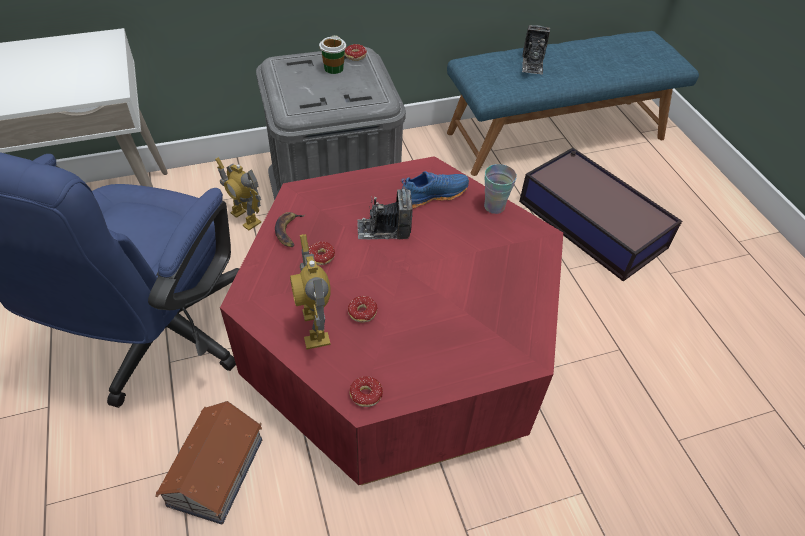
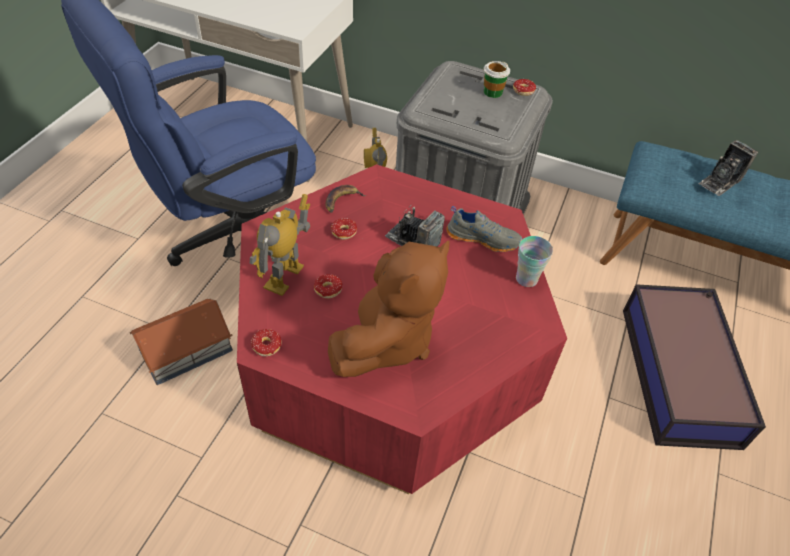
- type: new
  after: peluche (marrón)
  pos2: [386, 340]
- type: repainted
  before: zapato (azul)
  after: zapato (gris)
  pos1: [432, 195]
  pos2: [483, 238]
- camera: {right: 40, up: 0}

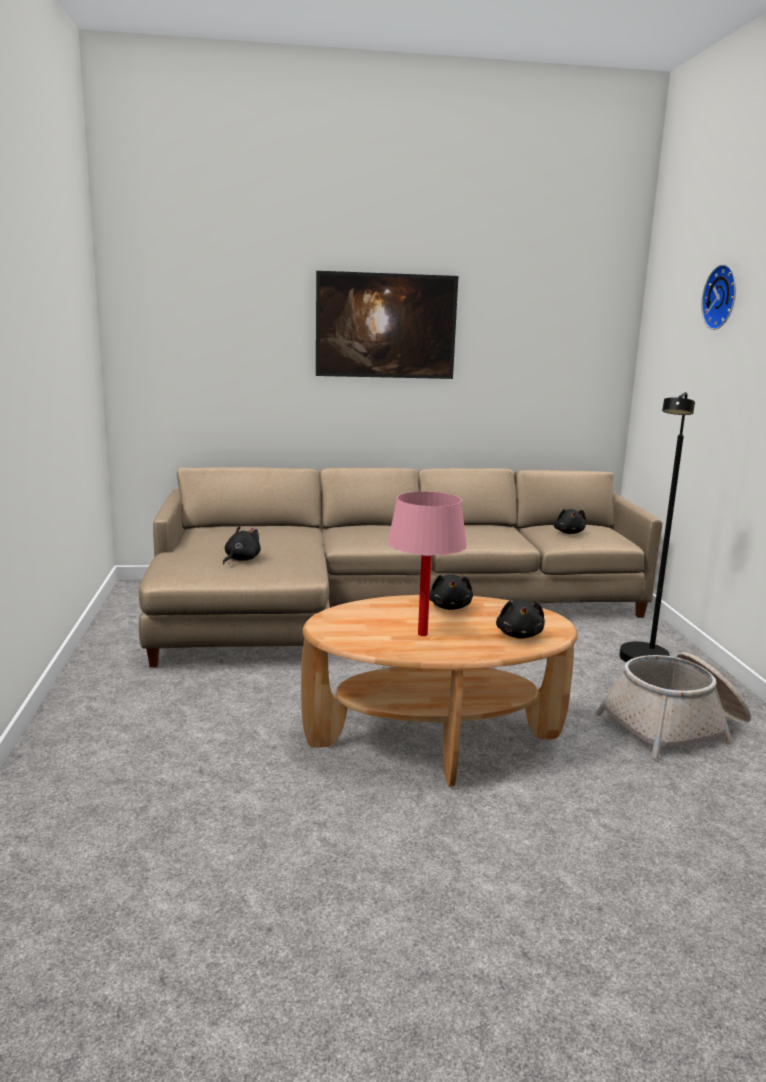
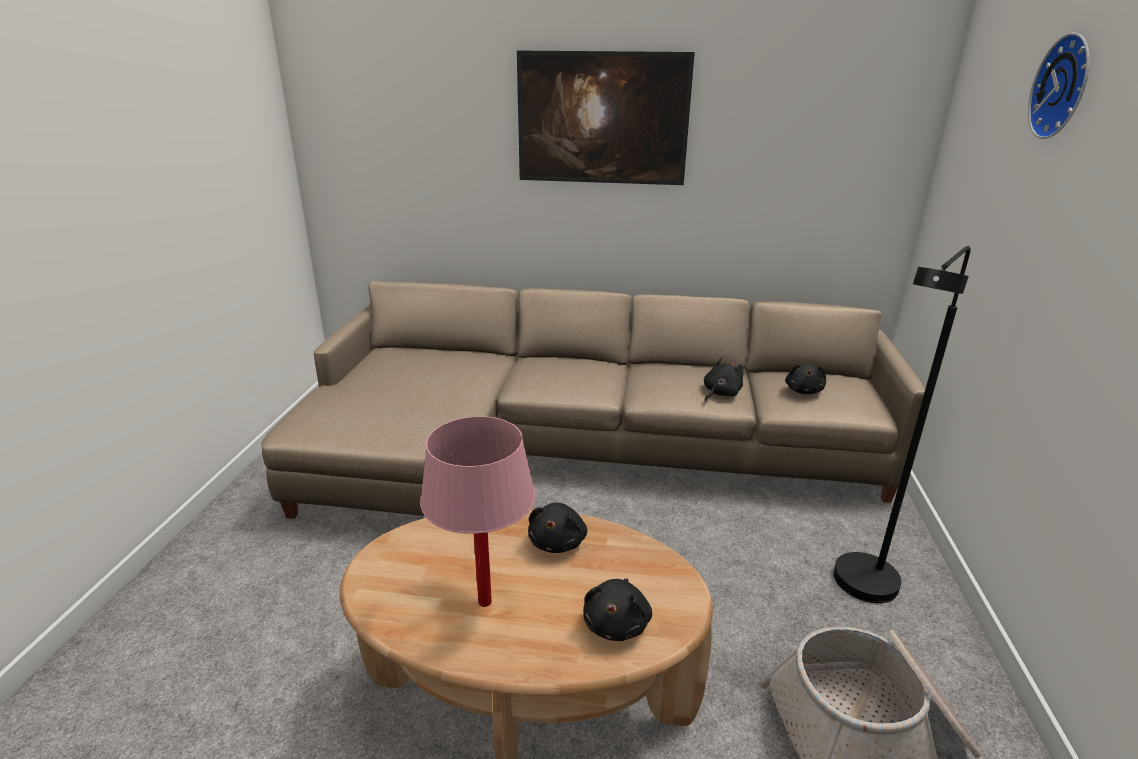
- type: shifted
  before: peluche (negro)
  pos1: [241, 559]
  pos2: [720, 393]
- camera: {right: 15, up: 10}

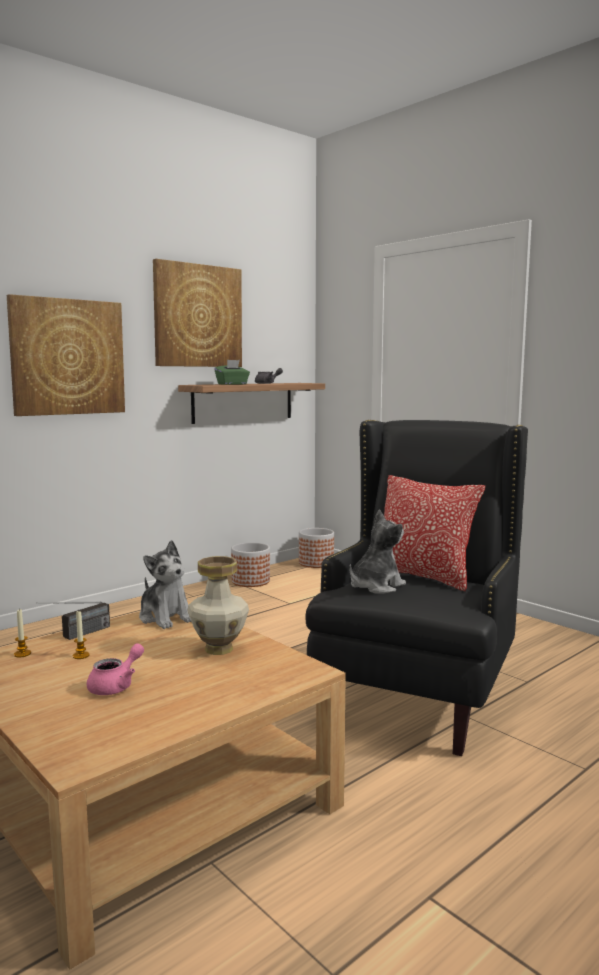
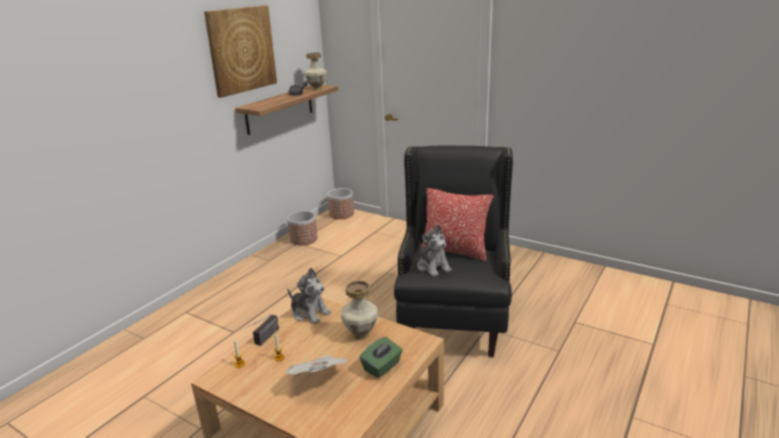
- type: swapped
  before: tetera (rosa)
  after: periódico
  pos1: [116, 686]
  pos2: [319, 378]
- type: new
  after: florero
  pos2: [316, 89]
- type: shifted
  before: caja de pañuelos (verde)
  pos1: [232, 384]
  pos2: [382, 367]
- type: rotated
  before: peluche
  pos1: [375, 586]
  pos2: [433, 267]
  turn: 120
- type: gone
  before: cuadro
  pos1: [68, 357]
- camera: {right: -15, up: 15}

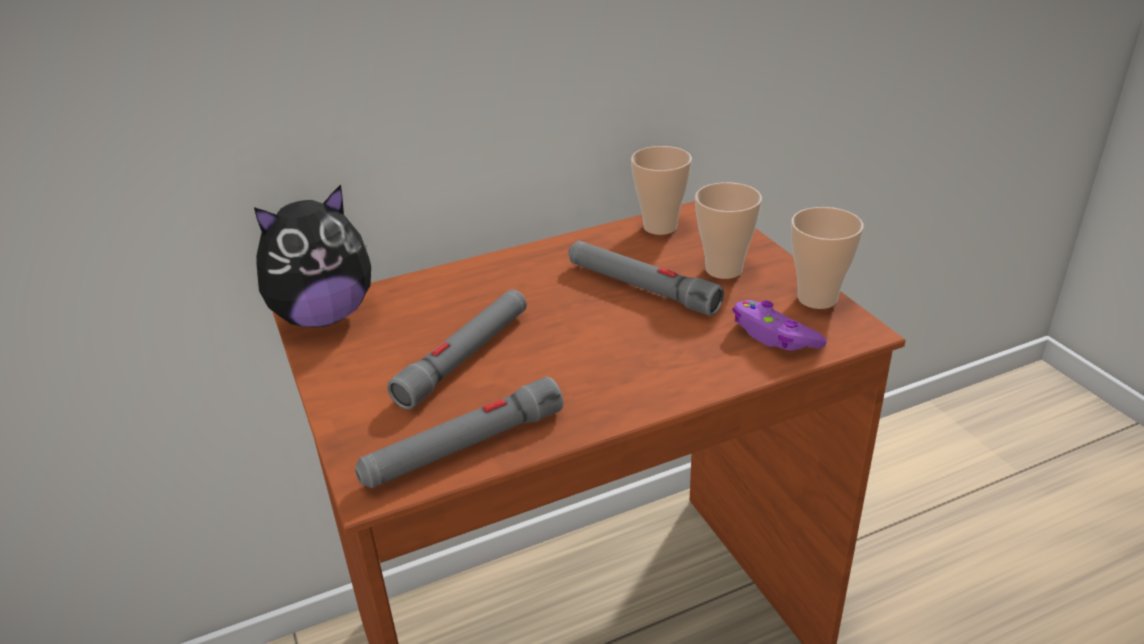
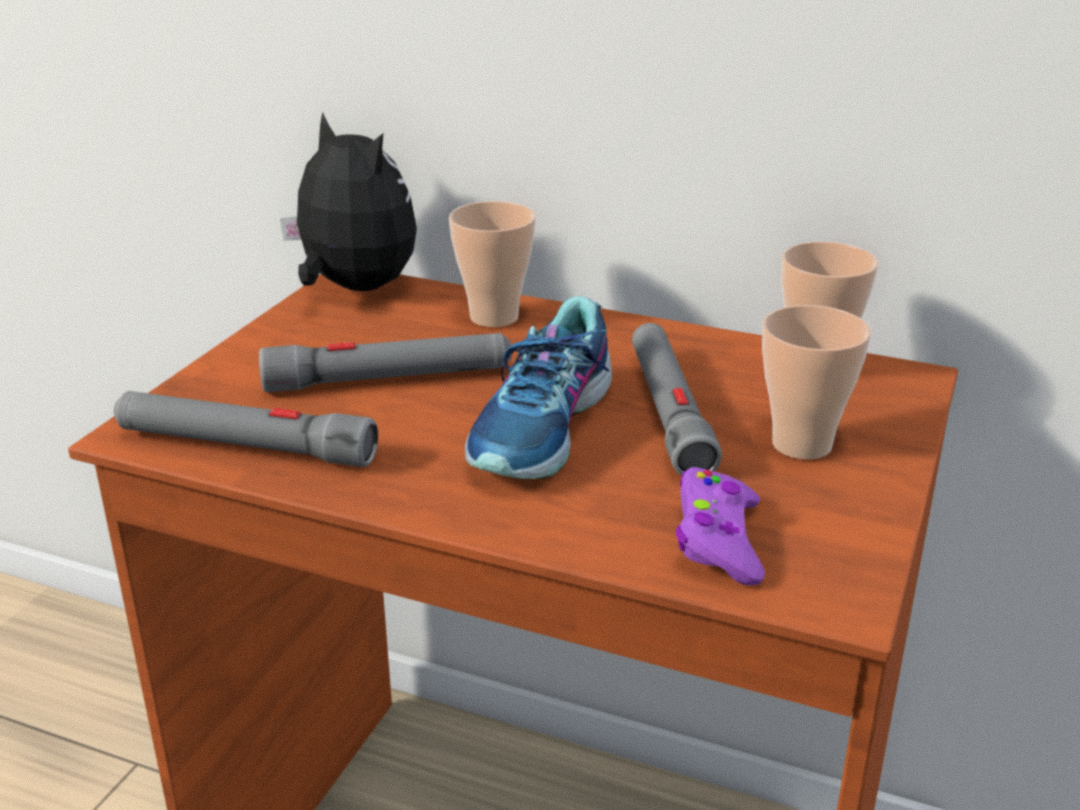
- type: rotated
  before: peluche
  pos1: [324, 316]
  pos2: [353, 288]
  turn: -150
- type: shifted
  before: taza
  pos1: [817, 299]
  pos2: [494, 317]
- type: new
  after: zapato
  pos2: [545, 428]
- camera: {right: 45, up: -5}

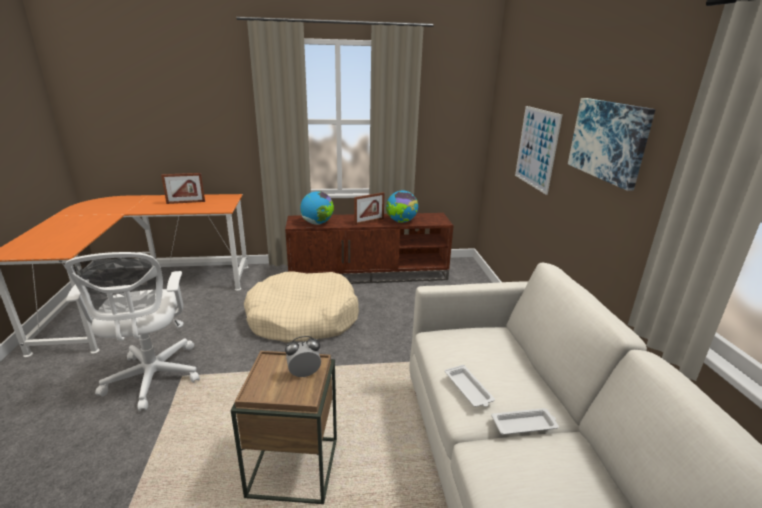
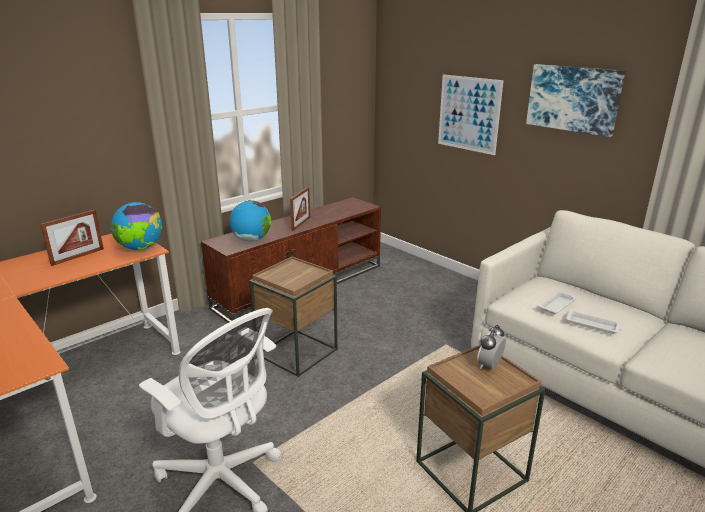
- type: shifted
  before: globo terráqueo
  pos1: [401, 222]
  pos2: [140, 248]
- type: swapped
  before: cama para perro (beis)
  after: mesa auxiliar (marrón)
  pos1: [303, 318]
  pos2: [296, 351]
- type: shifted
  before: bandeja (blanco)
  pos1: [525, 425]
  pos2: [557, 305]
- camera: {right: -35, up: 0}

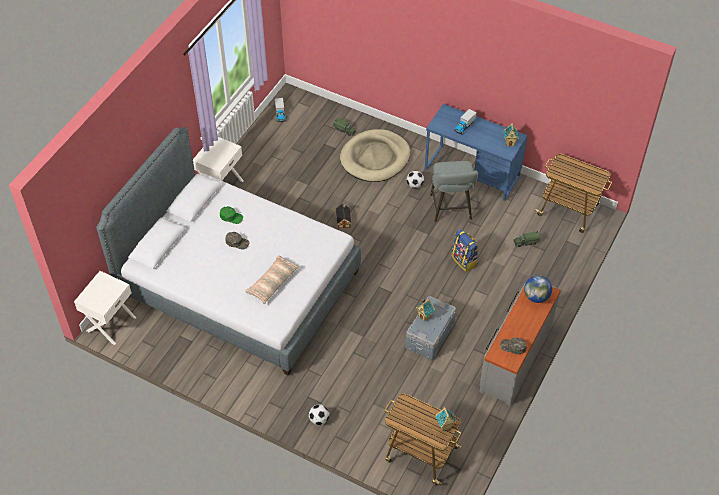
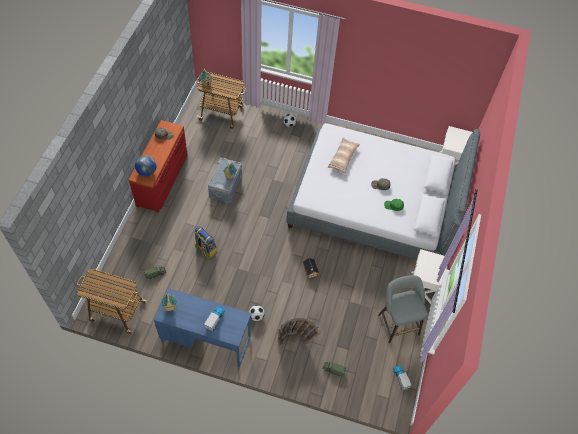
- type: repainted
  before: cómoda (gris)
  after: cómoda (rojo)
  pos1: [515, 357]
  pos2: [163, 179]
- type: swapped
  before: cama para perro (beis)
  after: cesta
  pos1: [375, 158]
  pos2: [297, 340]
- type: shifted
  before: taburete (gris)
  pos1: [451, 209]
  pos2: [397, 322]
- camera: {right: 165, up: 5}

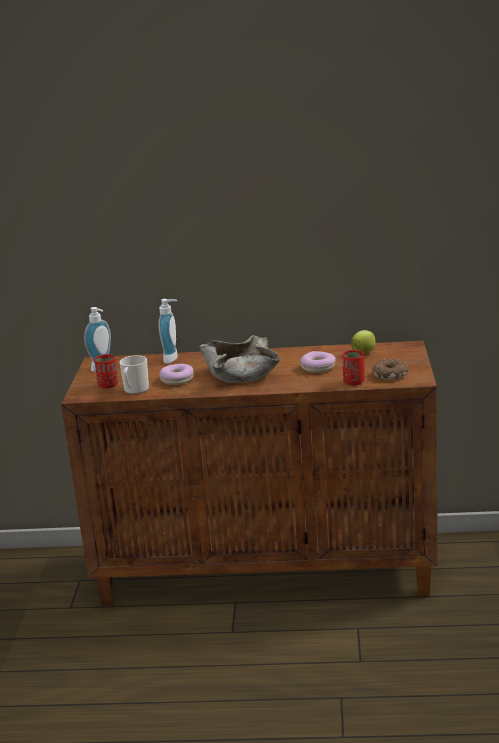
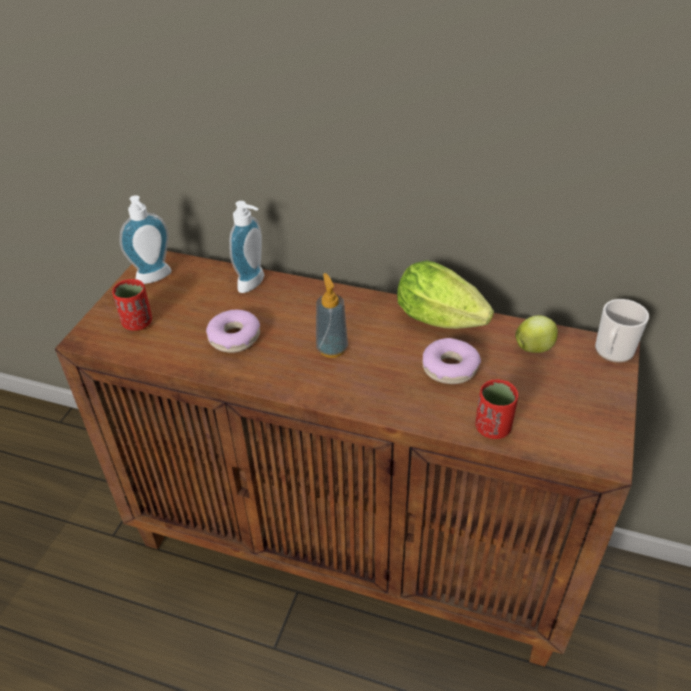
- type: swapped
  before: cuenco (beis)
  after: dispensador de jabón
  pos1: [242, 373]
  pos2: [332, 348]
- type: new
  after: lechuga
  pos2: [444, 322]
- type: shifted
  before: taza grande
  pos1: [135, 390]
  pos2: [612, 352]
- type: gone
  before: rosquilla
  pos1: [390, 374]
- camera: {right: 15, up: 20}

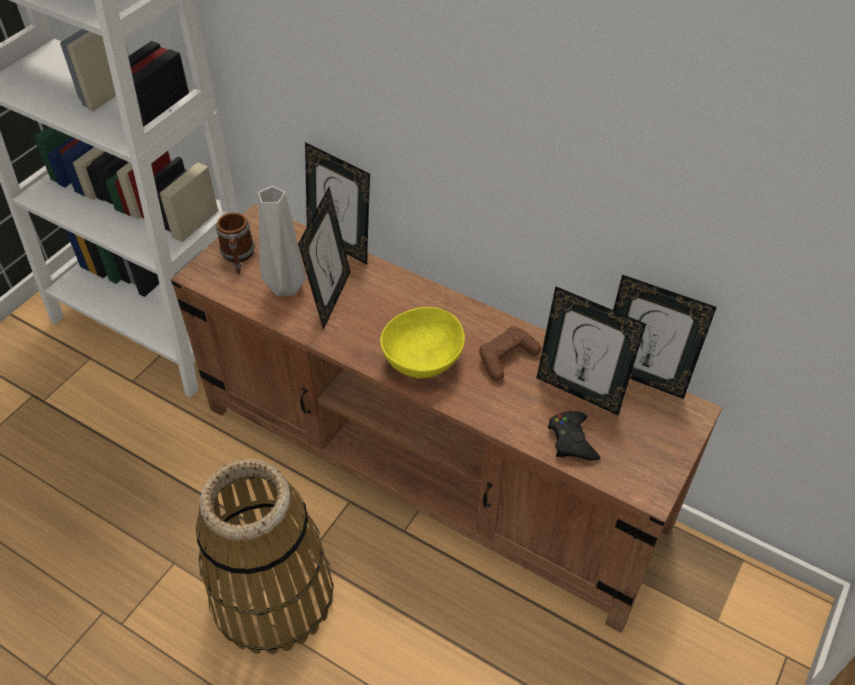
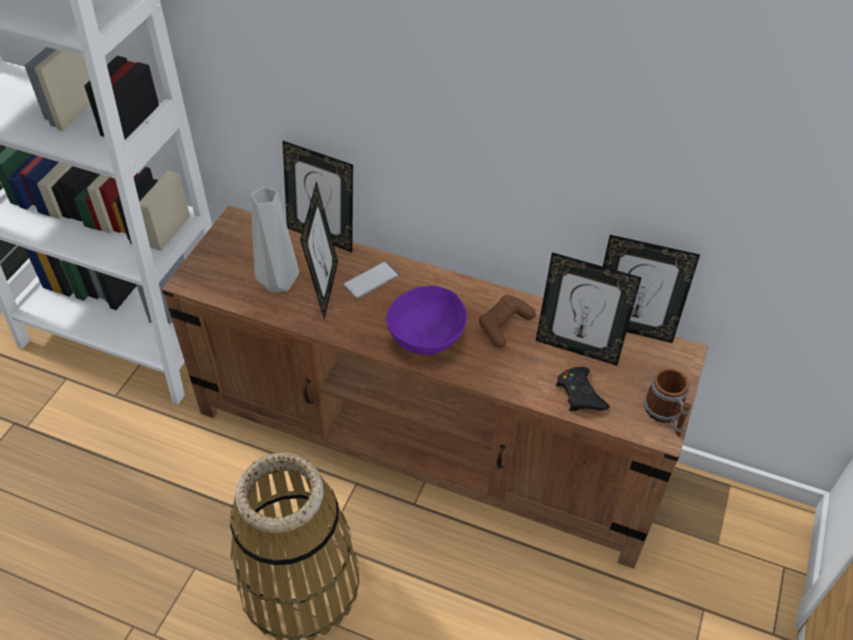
- type: new
  after: móvil
  pos2: [371, 280]
- type: repainted
  before: cuenco (amarillo)
  after: cuenco (morado)
  pos1: [425, 362]
  pos2: [428, 338]
- type: shifted
  before: taza grande
  pos1: [238, 257]
  pos2: [665, 415]
- camera: {right: -10, up: 0}

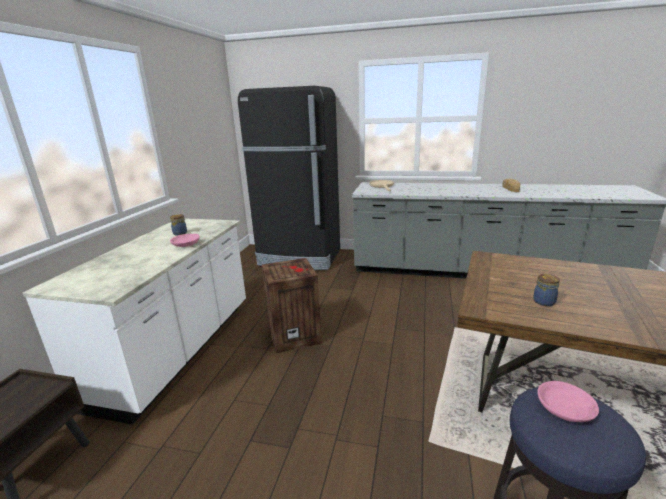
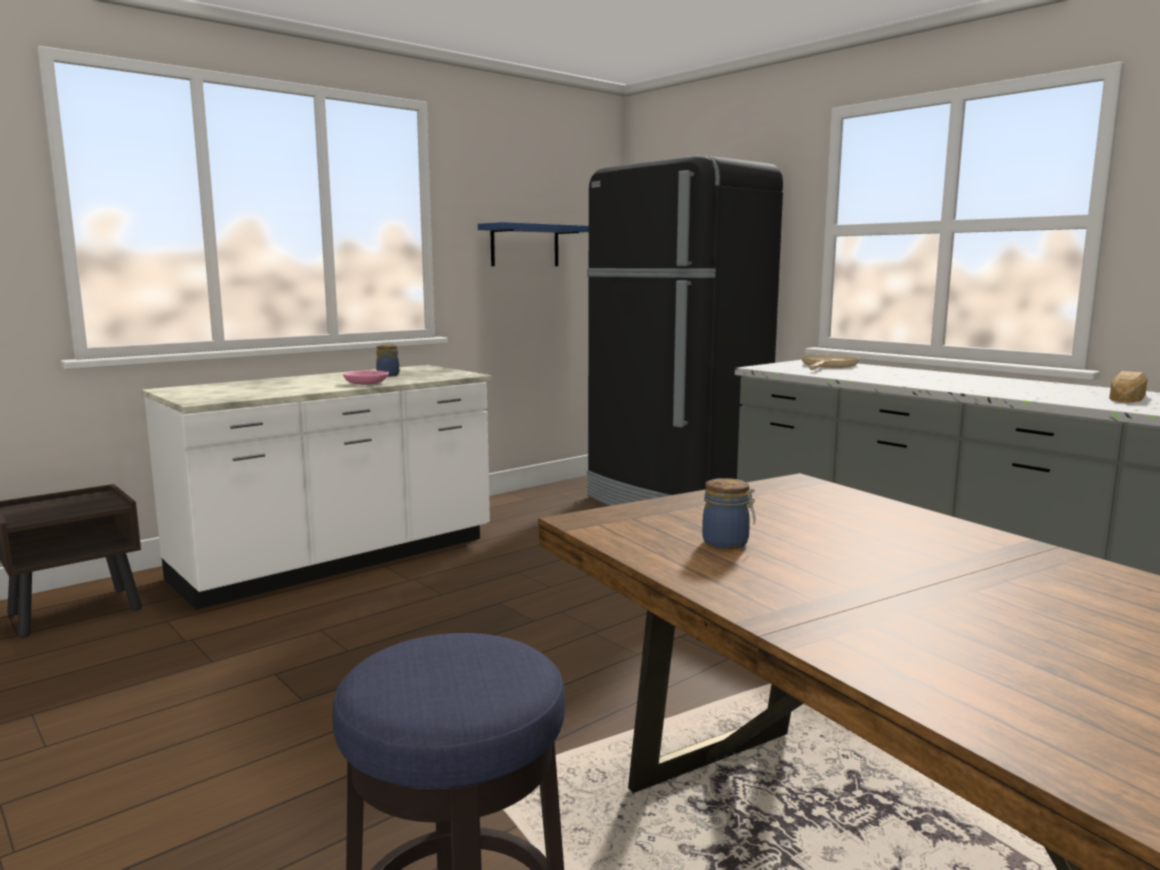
- type: new
  after: estante (azul)
  pos2: [525, 246]
- type: gone
  before: caja de embalaje
  pos1: [295, 335]
- type: gone
  before: cuenco (rosa)
  pos1: [565, 409]
- camera: {right: 35, up: -10}

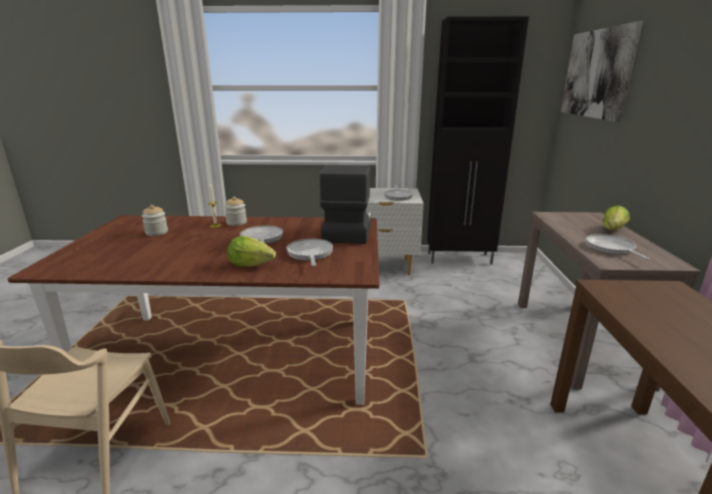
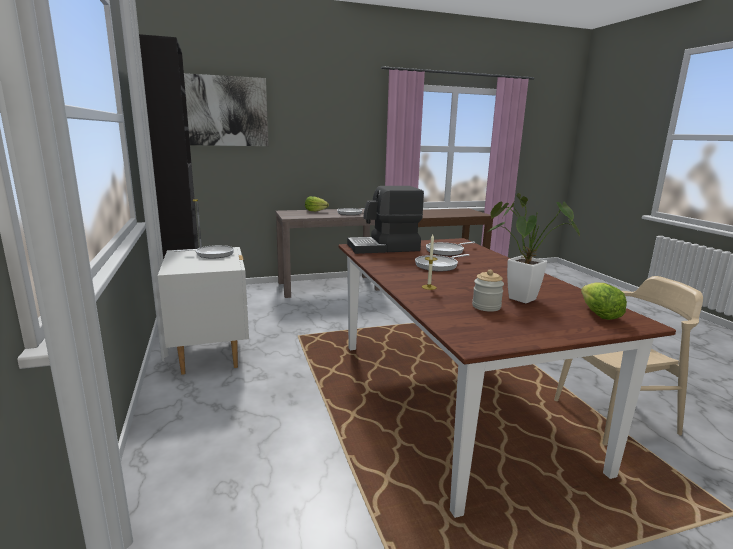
- type: new
  after: planta en maceta
  pos2: [516, 297]
- type: shifted
  before: lechuga
  pos1: [250, 265]
  pos2: [599, 315]
- type: gone
  before: tarro
  pos1: [236, 223]
- camera: {right: -110, up: -5}

